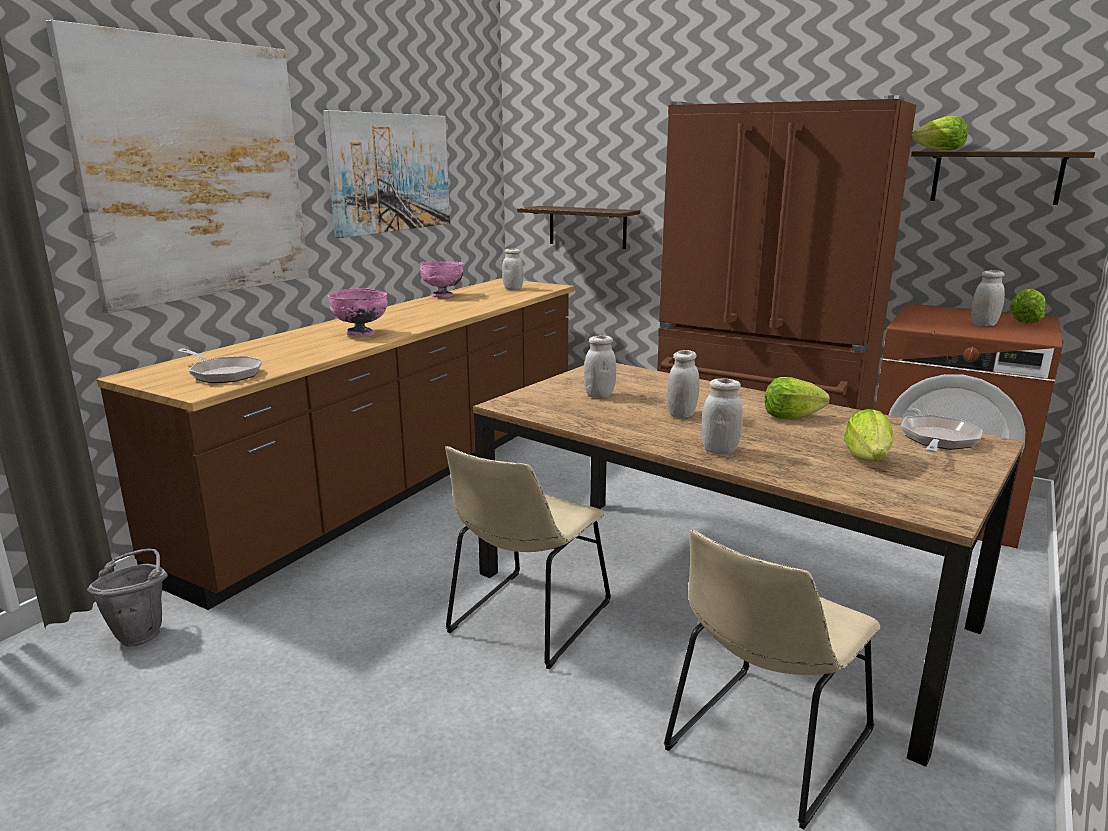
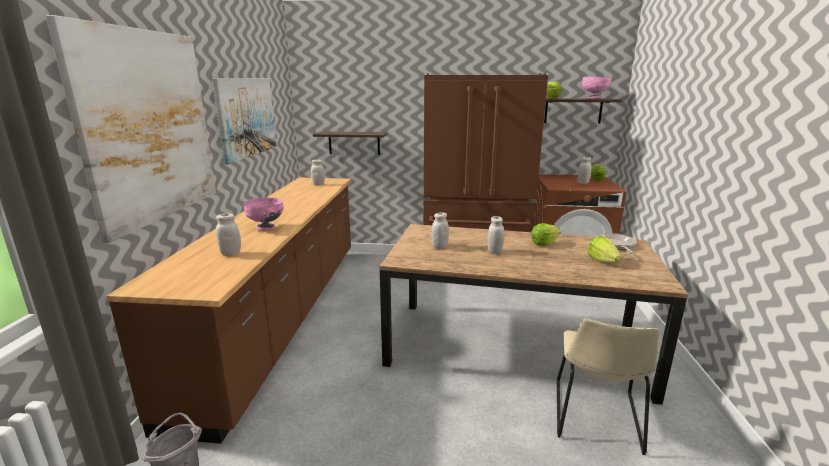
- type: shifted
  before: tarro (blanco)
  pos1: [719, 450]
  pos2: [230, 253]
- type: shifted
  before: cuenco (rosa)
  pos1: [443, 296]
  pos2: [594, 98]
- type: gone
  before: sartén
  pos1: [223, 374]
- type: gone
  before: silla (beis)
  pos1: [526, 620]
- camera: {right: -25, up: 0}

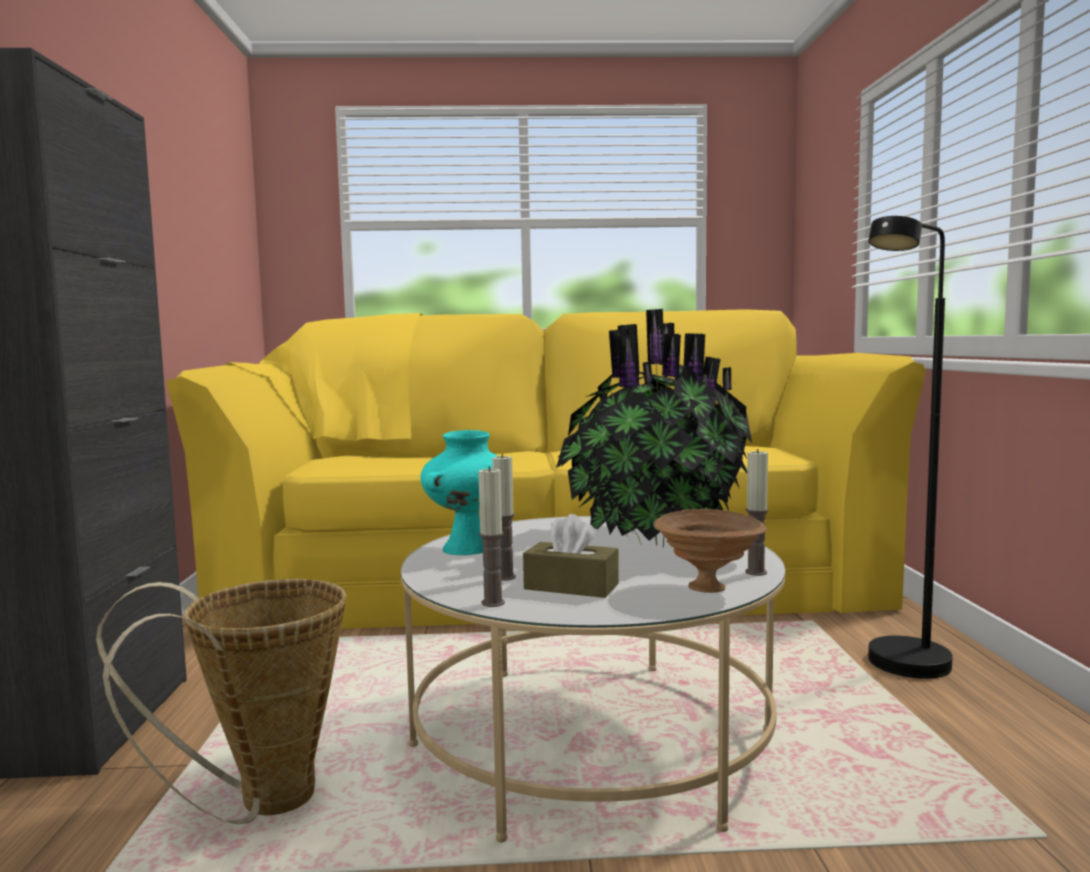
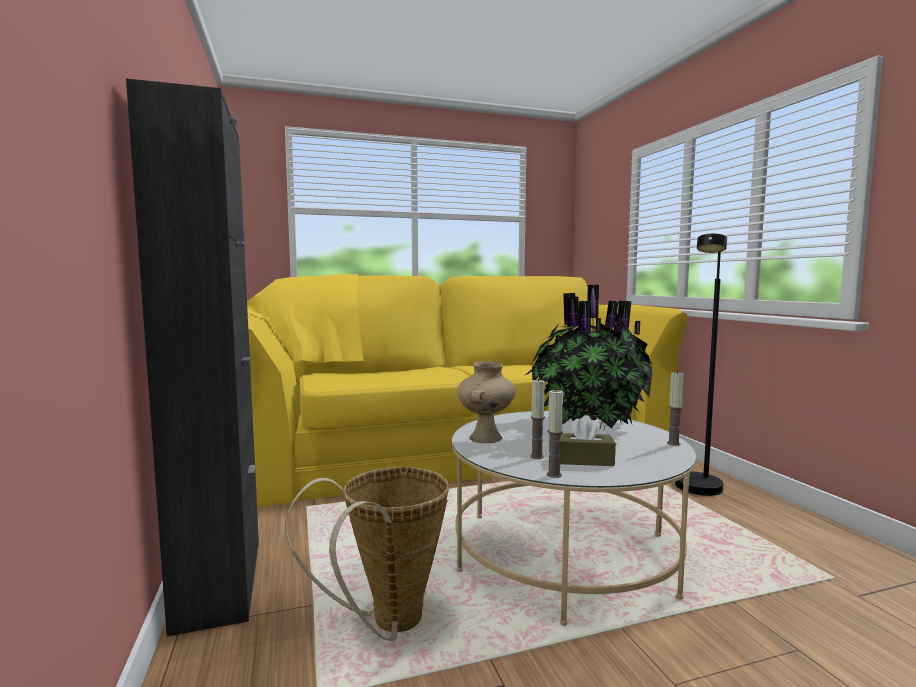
- type: repainted
  before: florero (turquesa)
  after: florero (beis)
  pos1: [468, 549]
  pos2: [486, 438]
- type: gone
  before: cuenco (marrón)
  pos1: [709, 588]
- camera: {right: -15, up: 0}

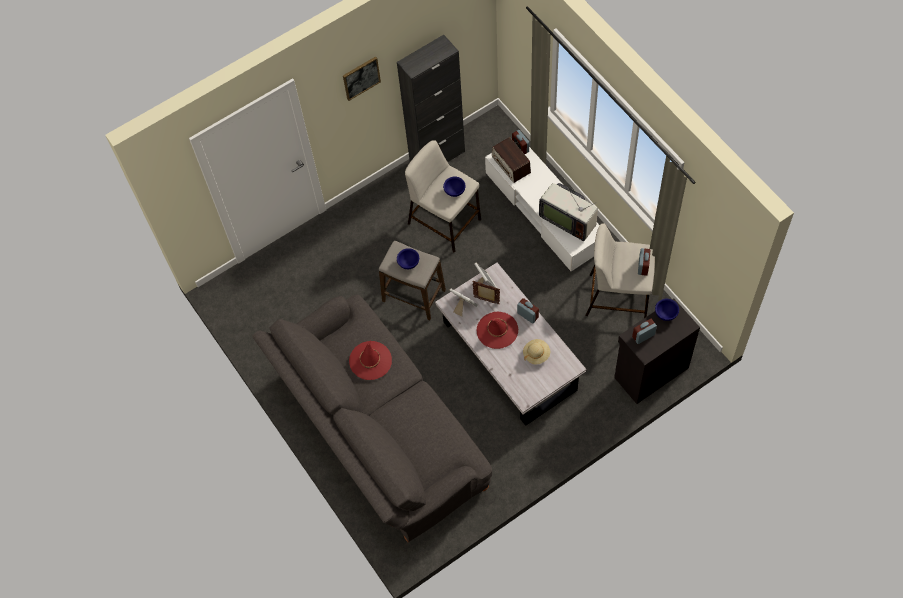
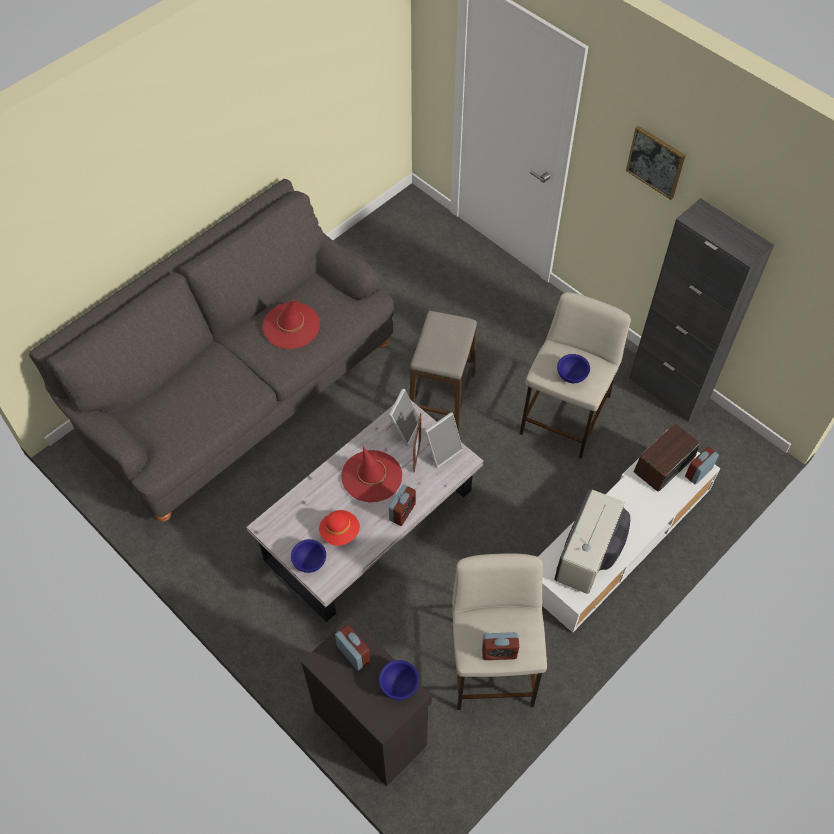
- type: shifted
  before: cuenco (azul)
  pos1: [409, 263]
  pos2: [310, 562]
- type: repainted
  before: sombrero (beis)
  after: sombrero (rojo)
  pos1: [536, 354]
  pos2: [340, 532]
- camera: {right: 75, up: -5}

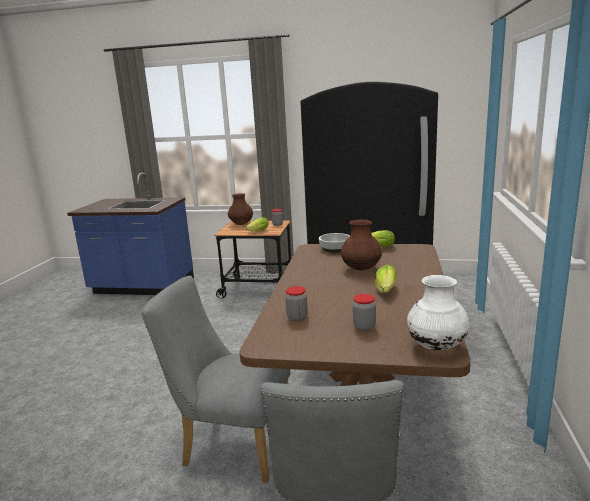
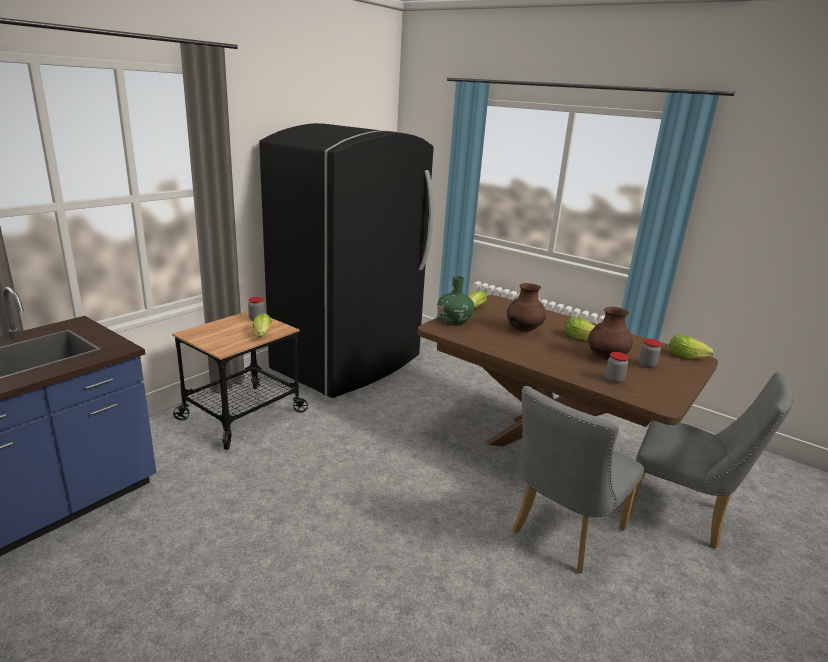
- type: swapped
  before: cuenco
  after: florero (verde)
  pos1: [335, 249]
  pos2: [454, 321]
- type: shifted
  before: florero (marrón)
  pos1: [241, 224]
  pos2: [606, 358]
- type: swapped
  before: florero (blanco)
  after: lechuga
  pos1: [436, 347]
  pos2: [688, 357]
- camera: {right: -65, up: 5}

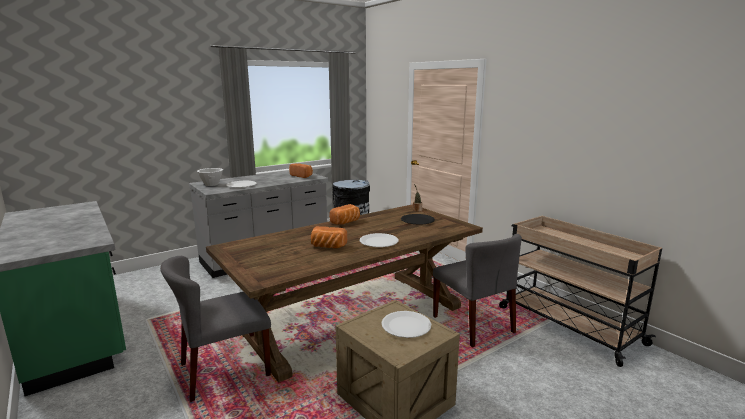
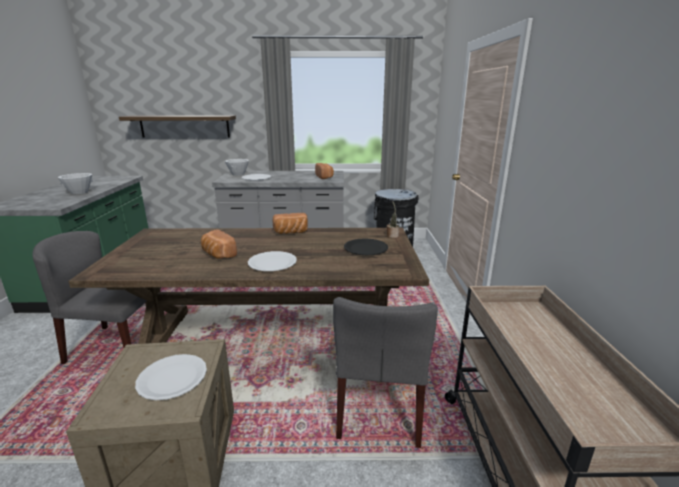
- type: new
  after: cuenco (blanco)
  pos2: [79, 192]
- type: new
  after: estante
  pos2: [185, 126]
- camera: {right: 35, up: 5}

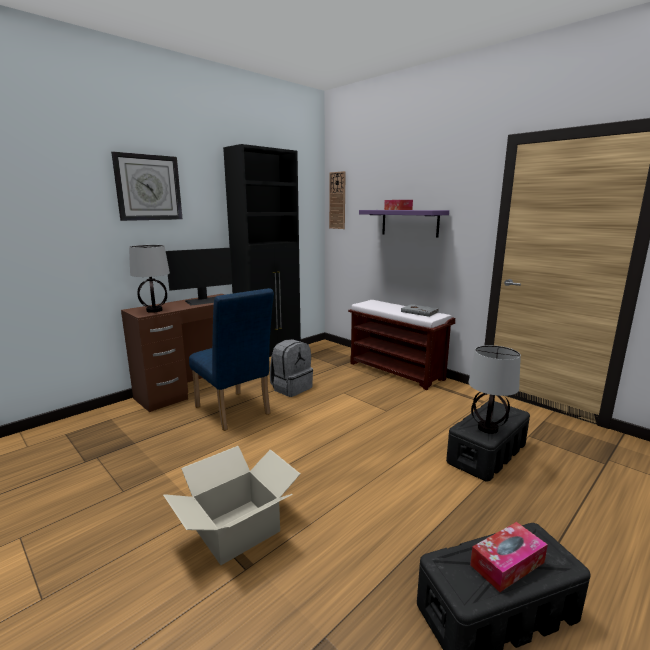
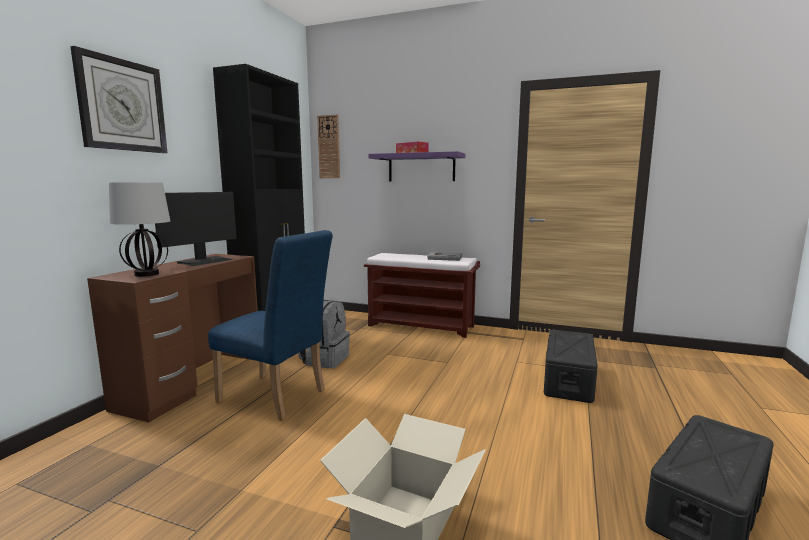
- type: gone
  before: lámpara de mesa
  pos1: [488, 428]
- type: gone
  before: caja de pañuelos
  pos1: [507, 564]
- camera: {right: -25, up: -5}

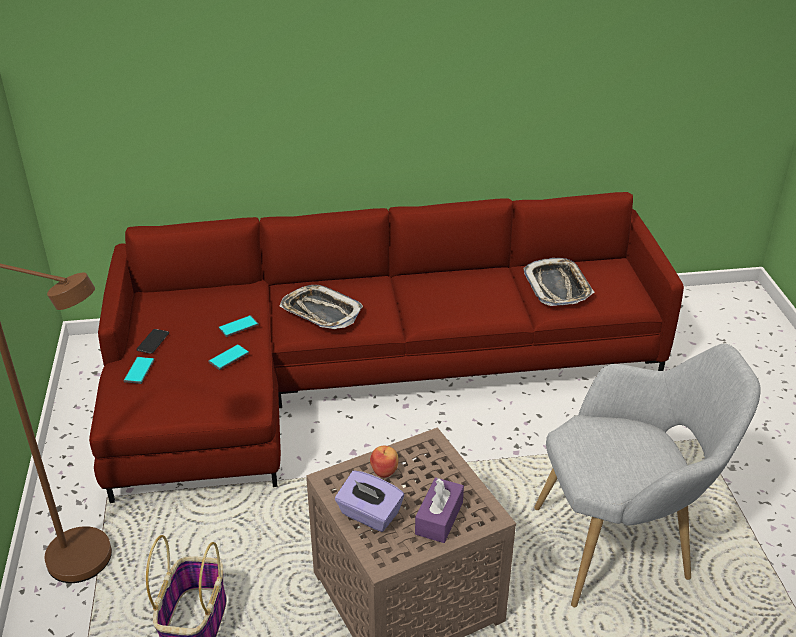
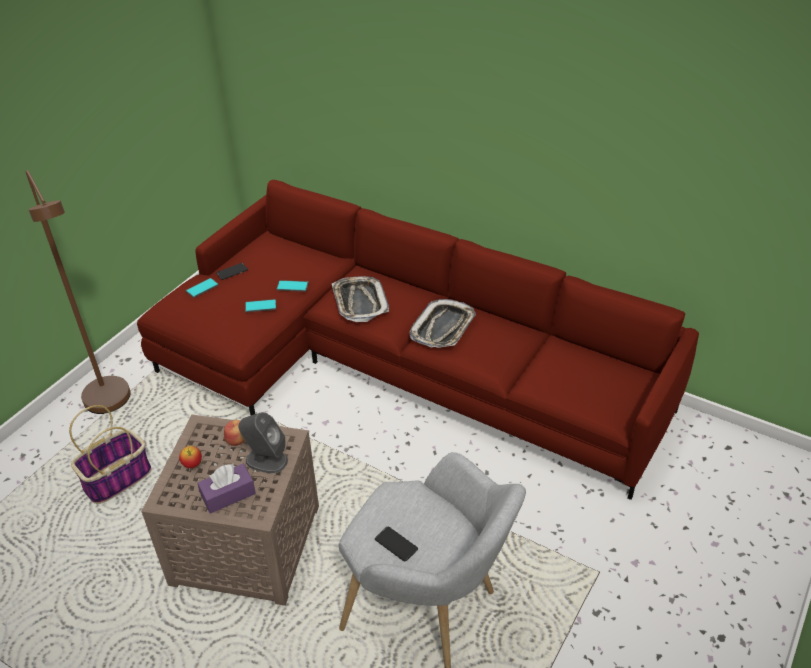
- type: swapped
  before: caja de pañuelos (morado)
  after: manzana
  pos1: [369, 515]
  pos2: [192, 464]
- type: new
  after: altavoz (gris)
  pos2: [266, 460]
- type: new
  after: móvil
  pos2: [396, 544]
- type: shifted
  before: bandeja
  pos1: [557, 287]
  pos2: [443, 328]
- camera: {right: 40, up: 5}

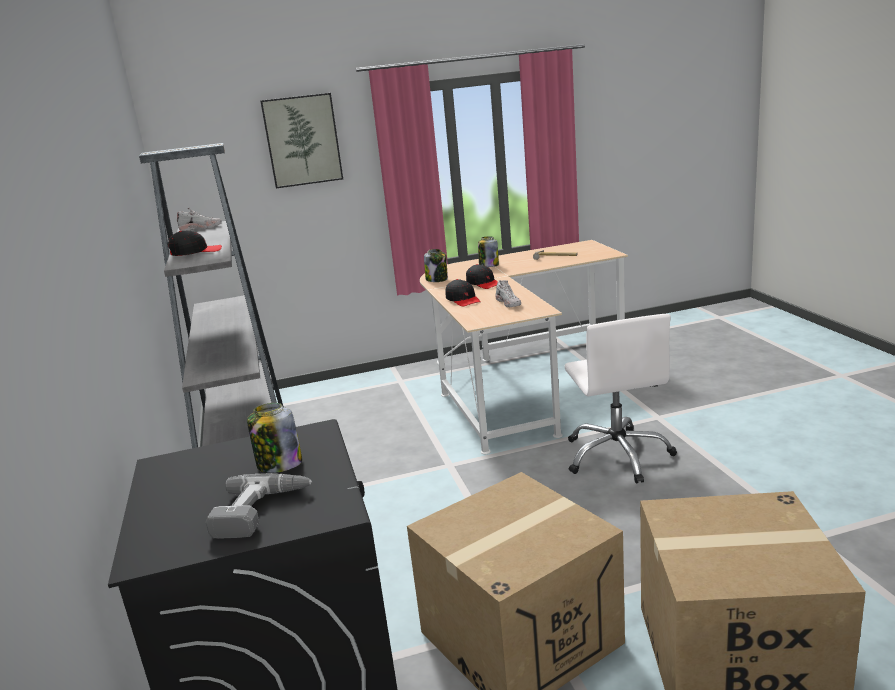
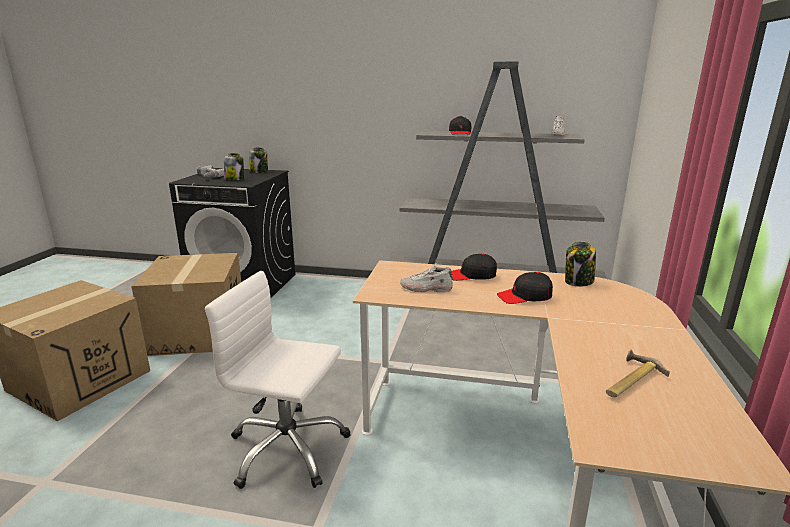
- type: shifted
  before: tarro
  pos1: [488, 266]
  pos2: [259, 171]
- type: gone
  before: cuadro
  pos1: [302, 140]
- camera: {right: 115, up: 0}

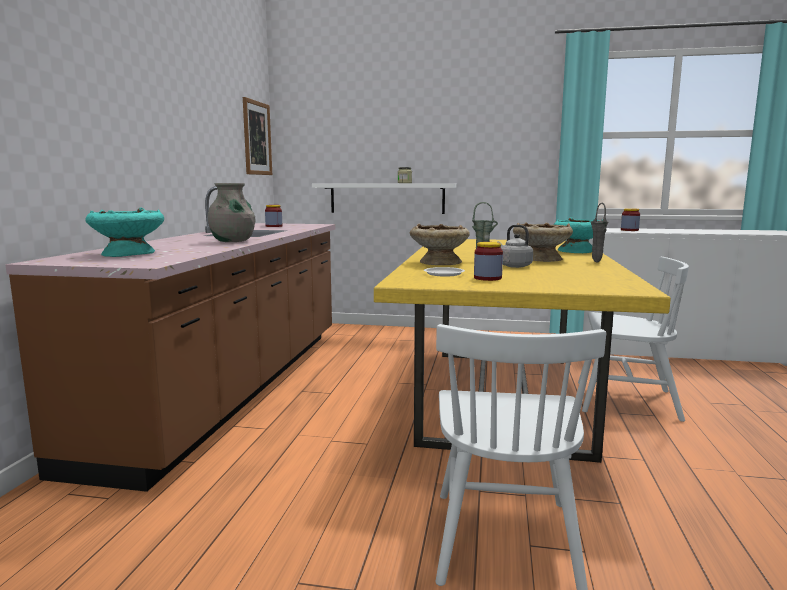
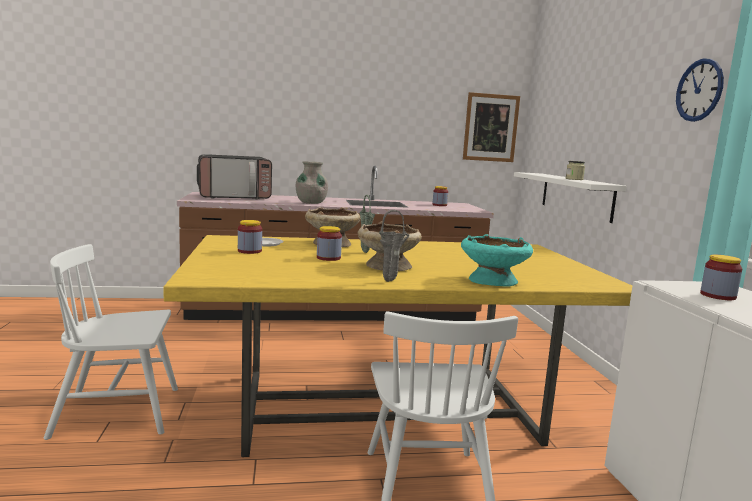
- type: swapped
  before: cuenco (turquesa)
  after: microondas
  pos1: [129, 254]
  pos2: [234, 197]
- type: swapped
  before: hervidor (gris)
  after: tarro
  pos1: [513, 266]
  pos2: [328, 258]
- type: new
  after: reloj de pared
  pos2: [699, 90]
- camera: {right: 70, up: 0}

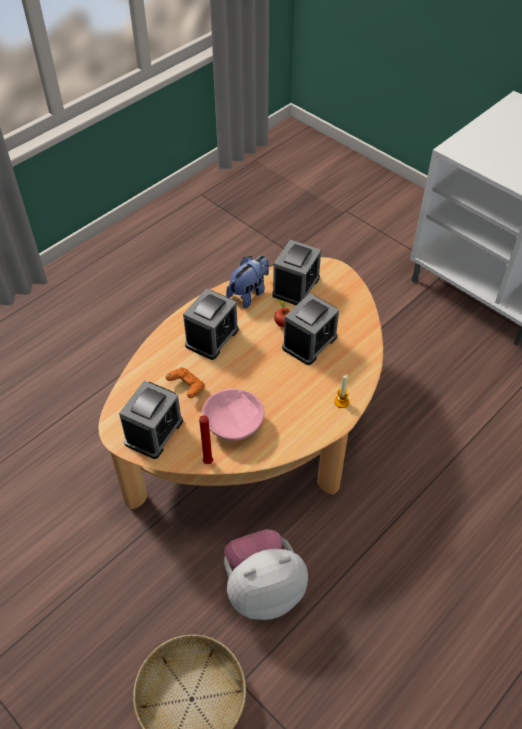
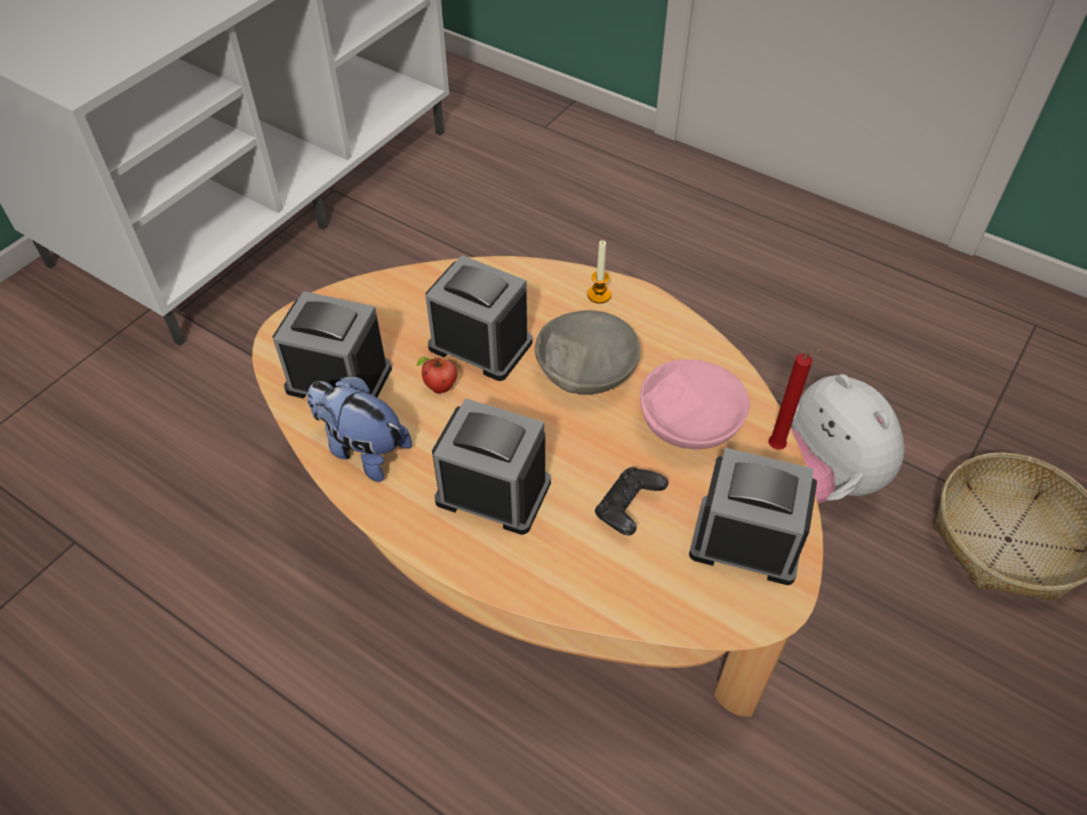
- type: new
  after: cuenco (gris)
  pos2: [587, 373]
- type: repainted
  before: mando de consola (naranja)
  after: mando de consola (negro)
  pos1: [187, 387]
  pos2: [628, 509]
- camera: {right: -100, up: 0}

